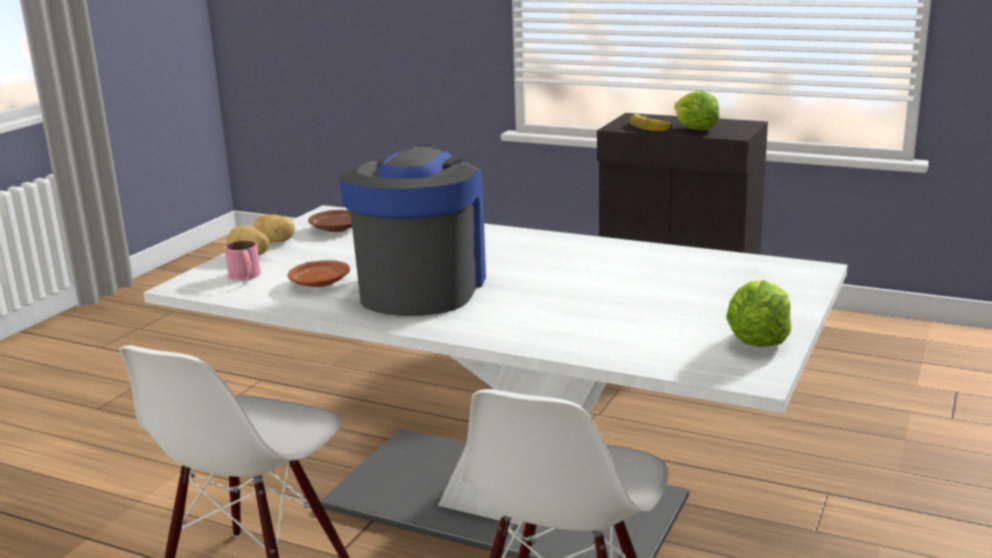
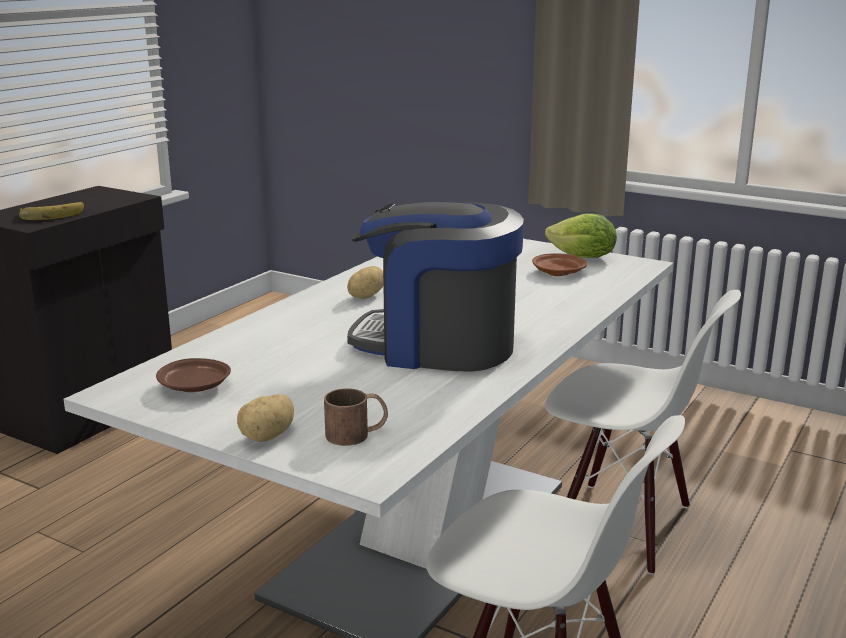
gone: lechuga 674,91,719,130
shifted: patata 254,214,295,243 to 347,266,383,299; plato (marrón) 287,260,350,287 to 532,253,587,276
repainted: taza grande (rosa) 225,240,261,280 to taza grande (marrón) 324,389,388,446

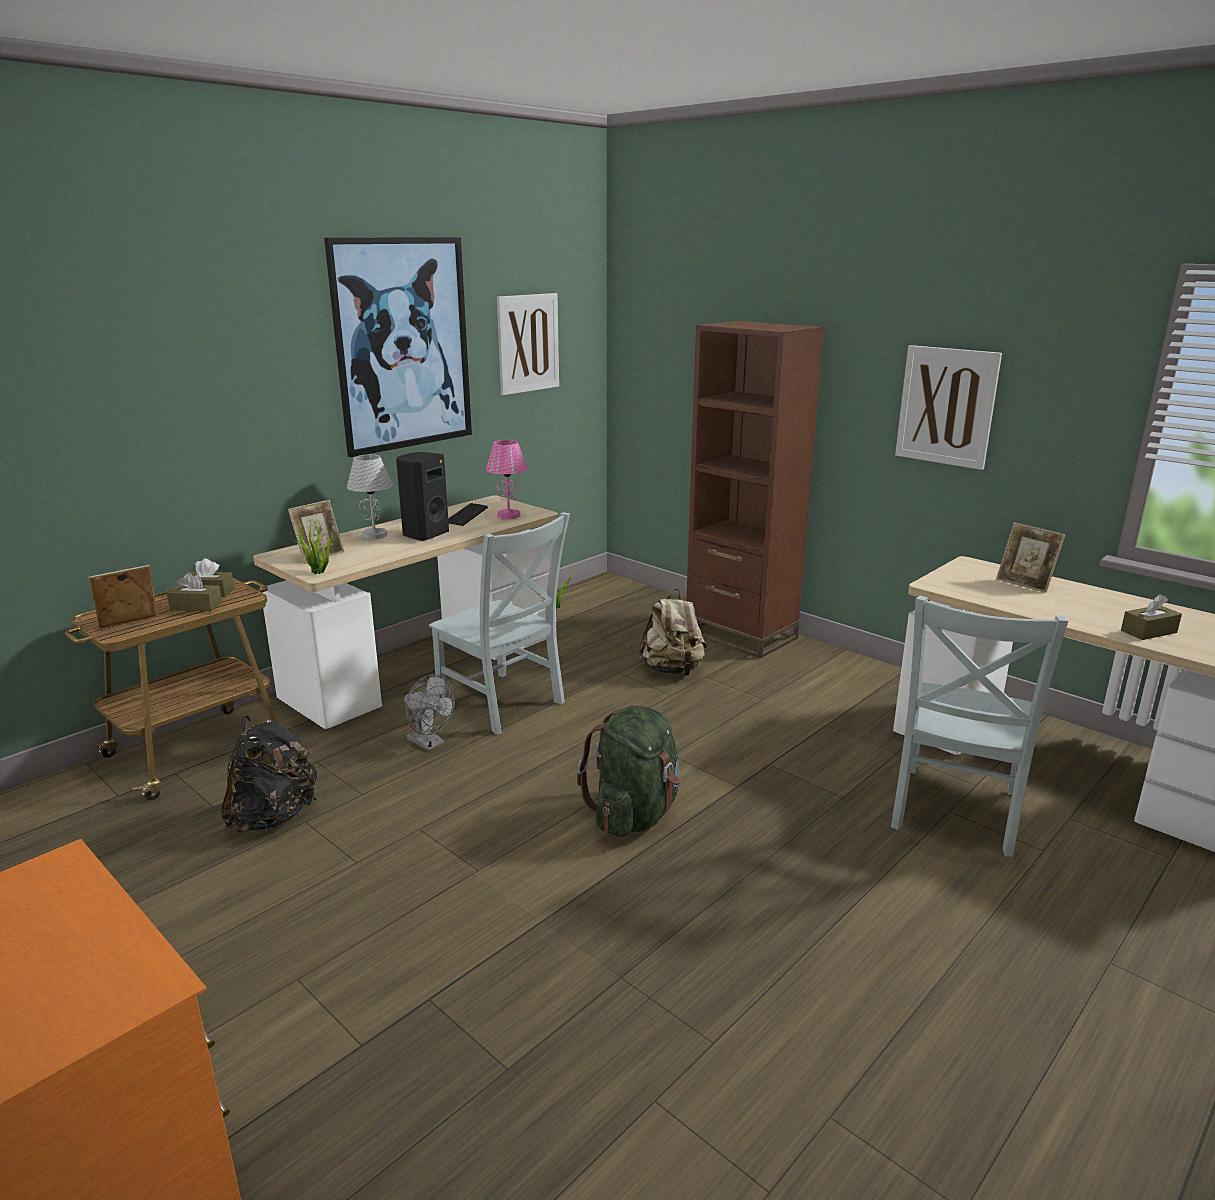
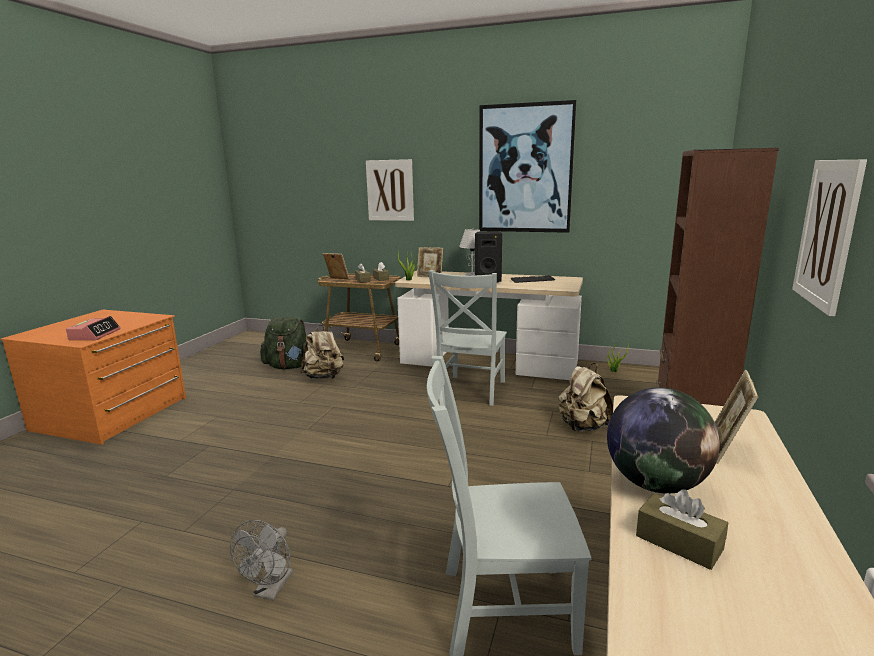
gone: lámpara de mesa (rosa) 486,440,528,519
new: despertador 66,316,121,340; globo terráqueo 607,387,720,494
shifted: cuadro 497,293,559,395 to 366,159,414,221; ventilador (gris) 404,674,455,751 to 230,520,293,600; mochila (verde) 577,705,681,837 to 260,317,307,369
repainted: mochila (negro) 221,715,317,833 to mochila (beis) 300,325,344,379

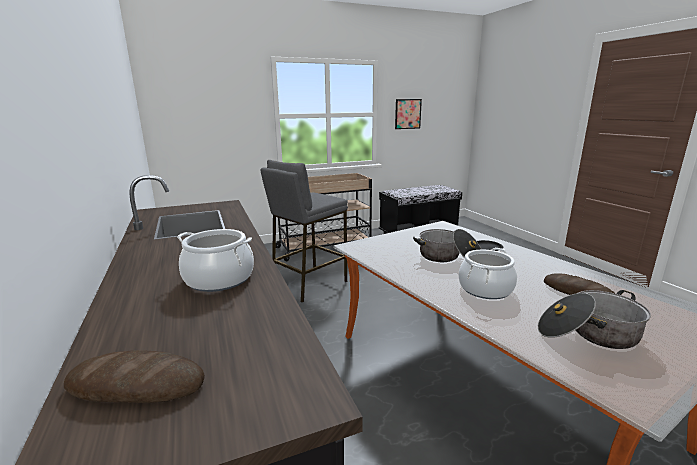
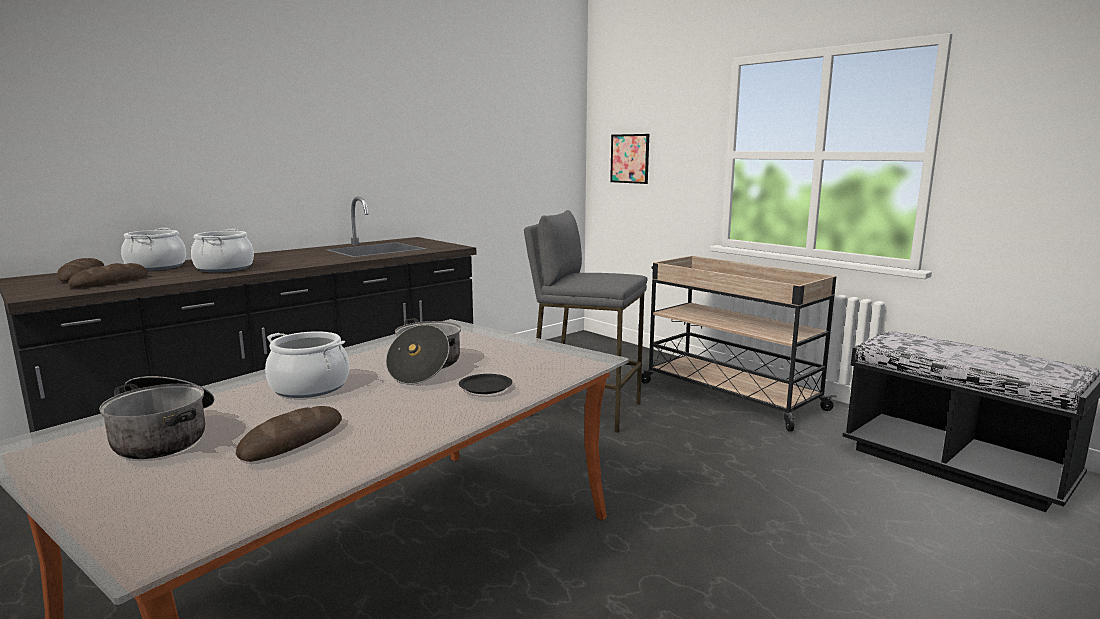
new: olla 121,228,186,271; pan 68,263,148,288
shifted: cuadro 395,99,422,129 to 610,134,649,184

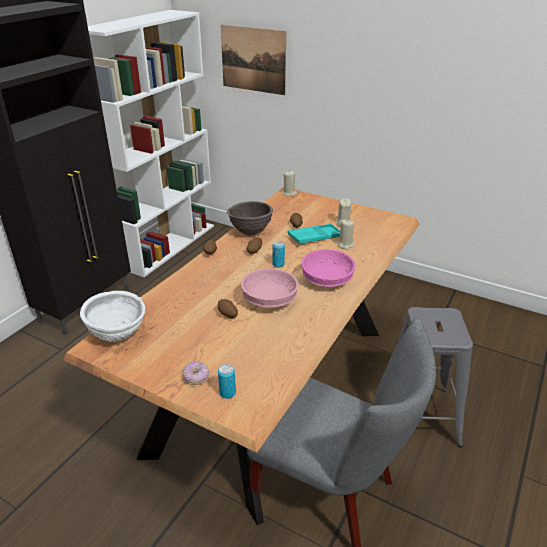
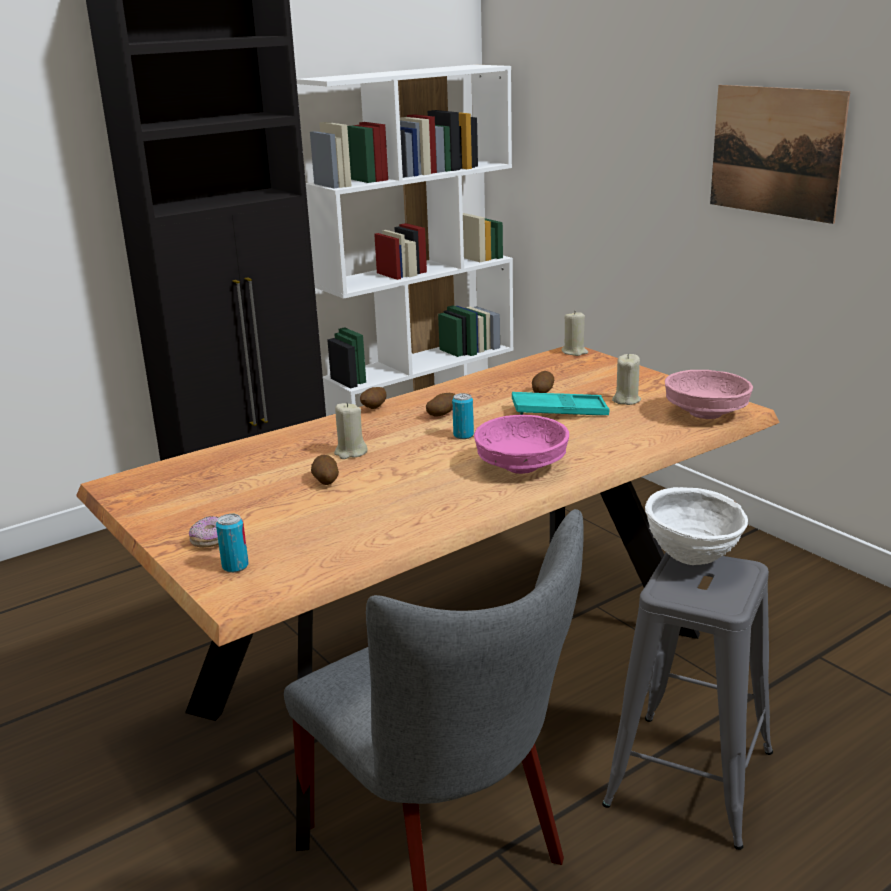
gone: cuenco (marrón) 227,201,273,235
shifted: cuadro 220,25,286,95 to 710,85,850,224; vela (beis) 337,219,354,250 to 334,402,368,459; cuenco (rosa) 241,268,299,308 to 665,370,753,419; cuenco (blanco) 80,291,145,342 to 645,487,748,565

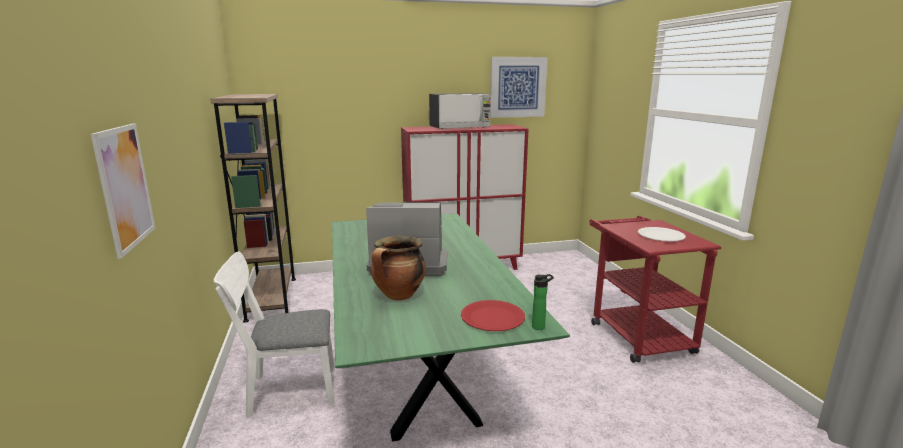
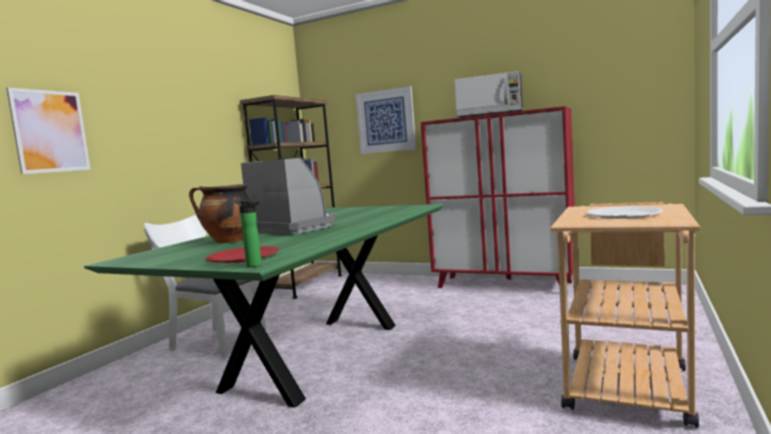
shifted: cuadro 490,57,548,118 to 356,86,416,154
repainted: carrito (rojo) 589,216,721,363 to carrito (beis) 550,202,700,428

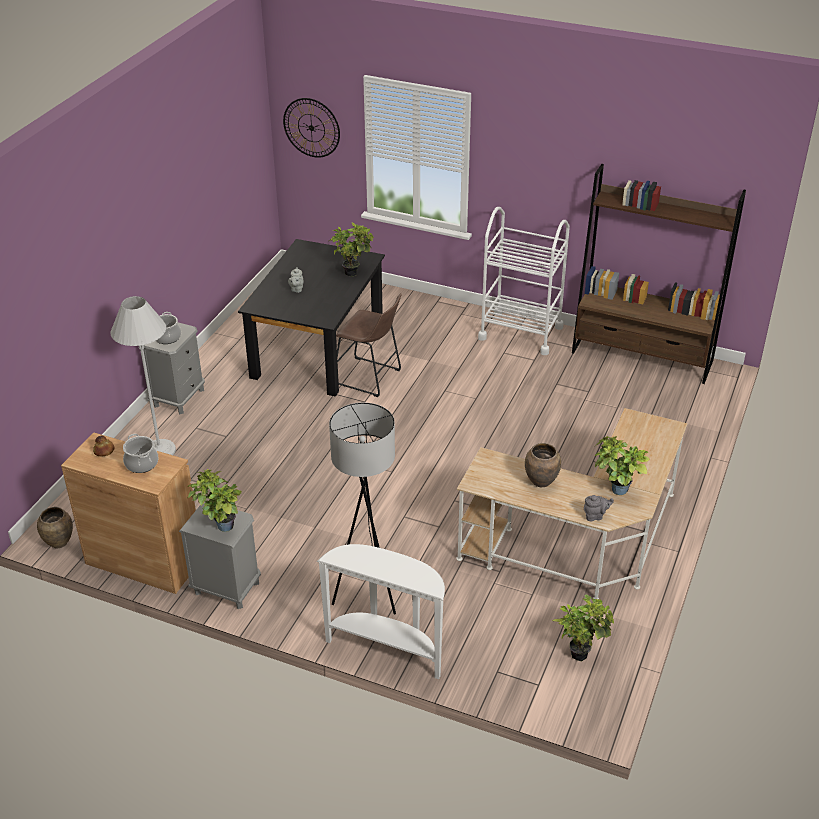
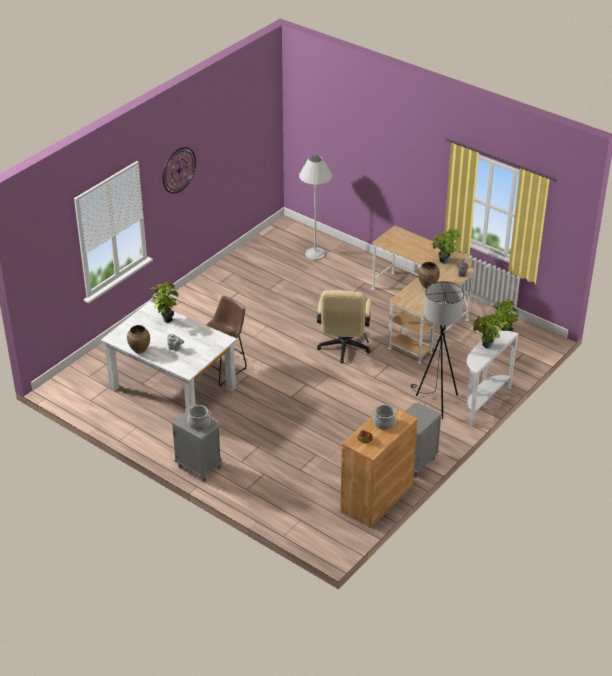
gone: estantería (marrón) 572,164,746,384; carrito (blanco) 478,207,570,355
new: silla de oficina (beis) 317,290,371,363
shifted: reloj de pared 283,98,340,158 to 163,147,196,194; lámpara de pie (blanco) 110,296,176,455 to 299,155,332,260; planta en maceta 188,469,242,532 to 472,312,508,349; florero (marrón) 37,507,73,548 to 127,325,150,354
repainted: mesa de comedor (negro) 238,239,385,397 to mesa de comedor (blanco) 101,301,237,410

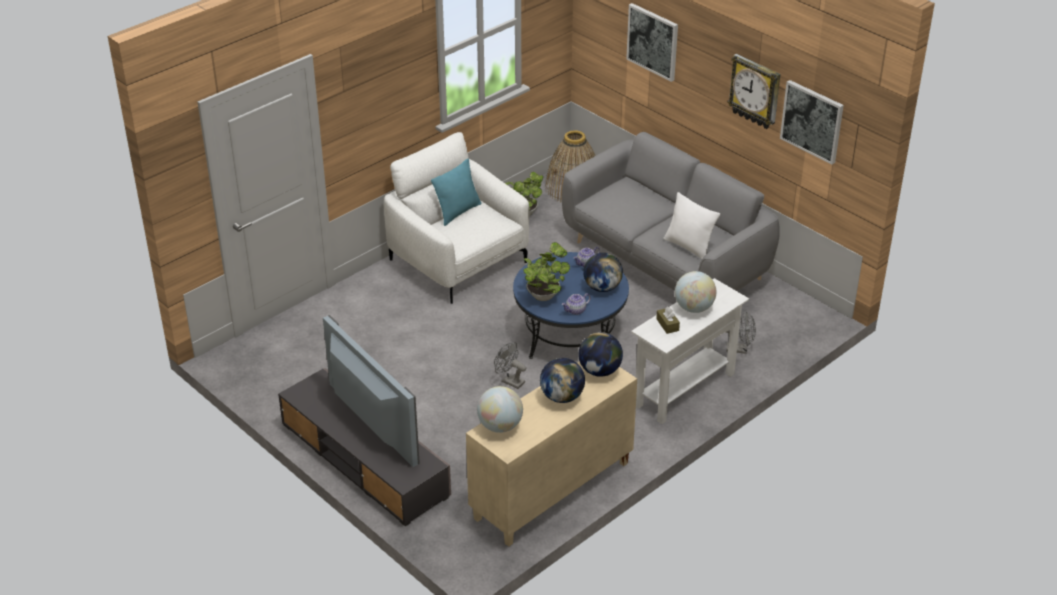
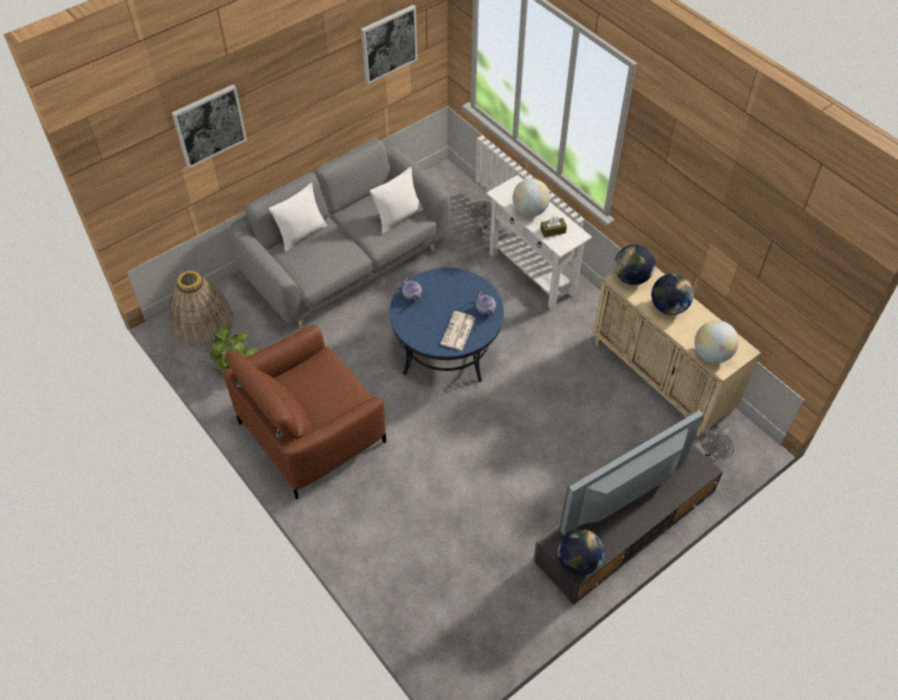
gone: reloj de pared 727,54,781,129; cojín (turquesa) 431,159,482,226
new: cojín (blanco) 269,183,327,251
shifted: globo terráqueo 583,253,623,292 to 558,529,604,575; ventilador (gris) 494,342,526,389 to 699,428,734,463
swapped: planta en maceta 523,242,570,301 to periódico 440,311,475,350
repainted: sillón (blanco) 384,132,529,304 to sillón (marrón) 224,325,386,499

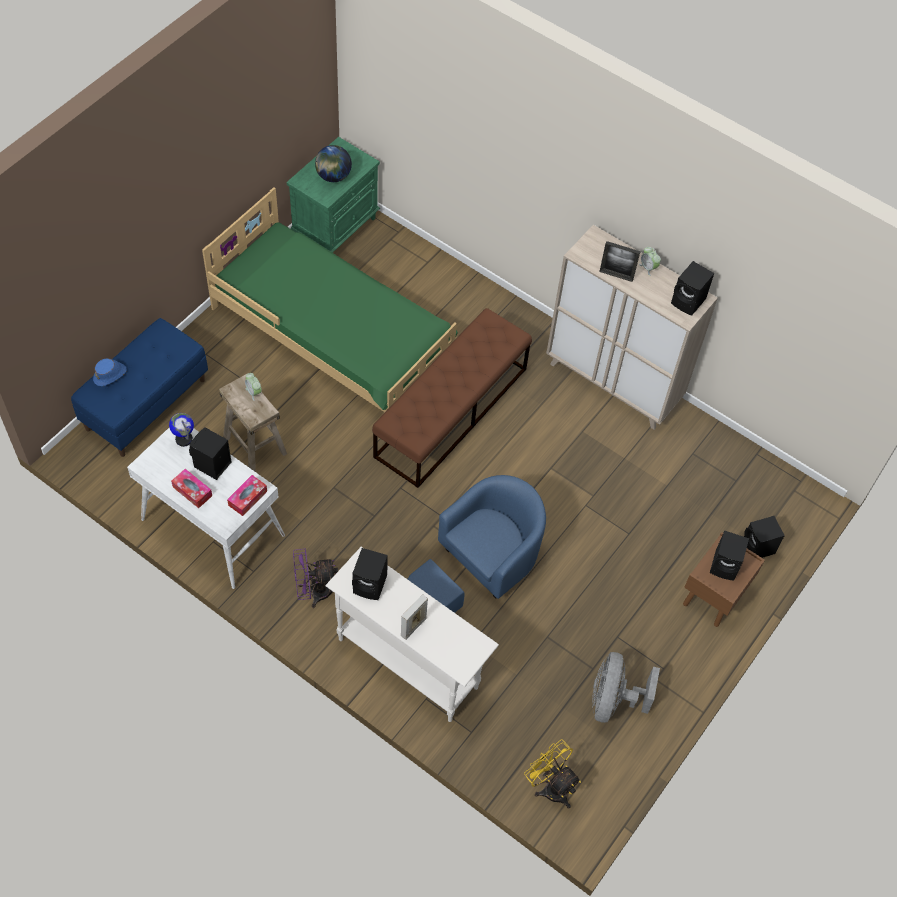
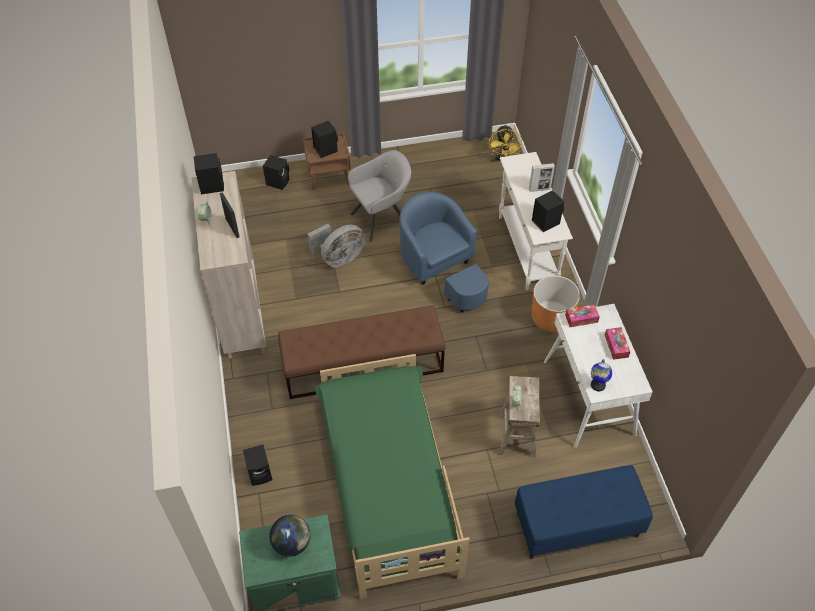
gone: sombrero (azul) 93,358,127,386
new: sillón (gris) 348,150,411,242
shifted: altavoz (negro) 189,427,232,480 to 243,444,272,486; ventilador (gris) 592,652,660,723 to 308,224,366,267
swapped: ventilador (morado) 293,548,338,608 to maceta (naranja) 532,275,580,332
rotated: sillón (azul) 408,475,546,613 = 399,192,489,312 60 degrees clockwise

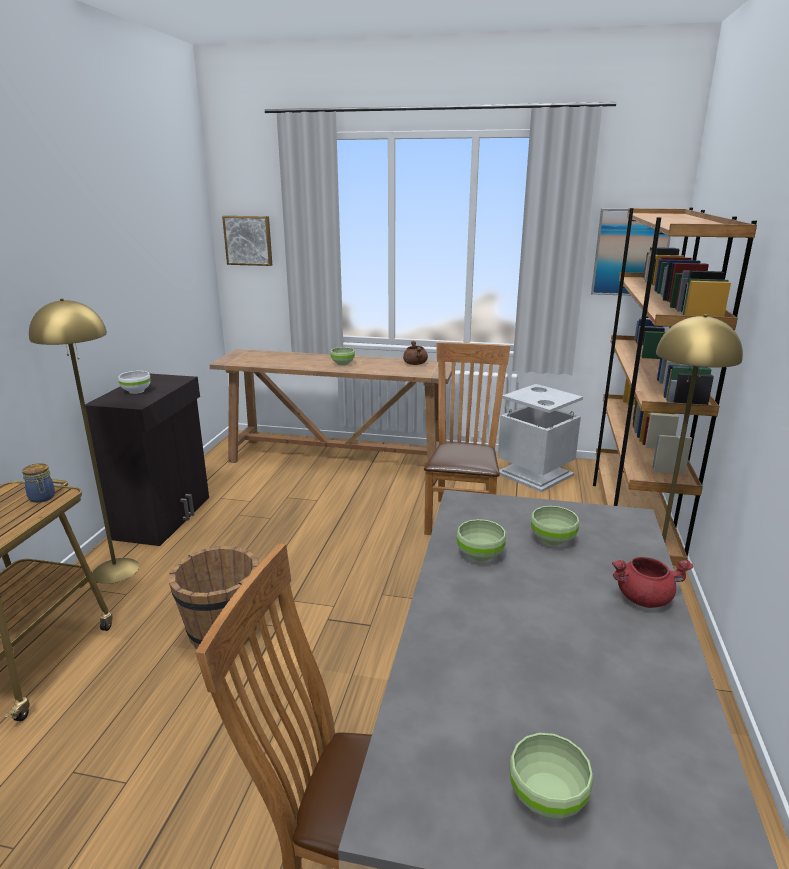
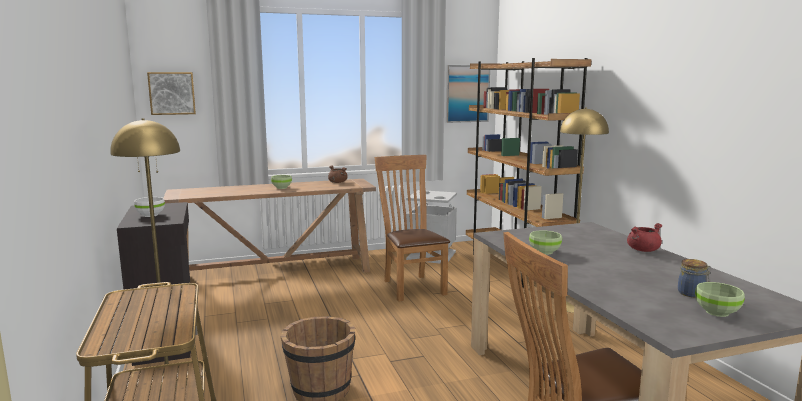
gone: cuenco (verde) 531,506,579,546
shifted: tarro 22,463,55,503 to 678,259,711,298

